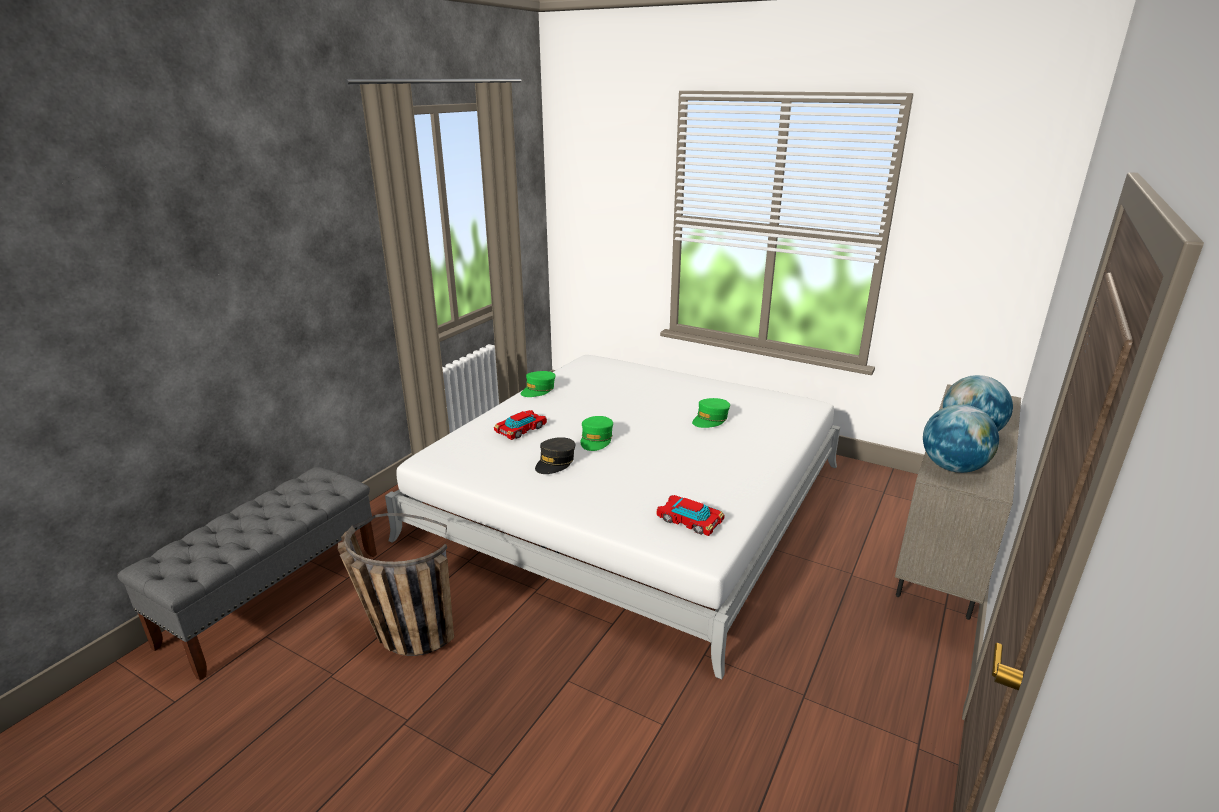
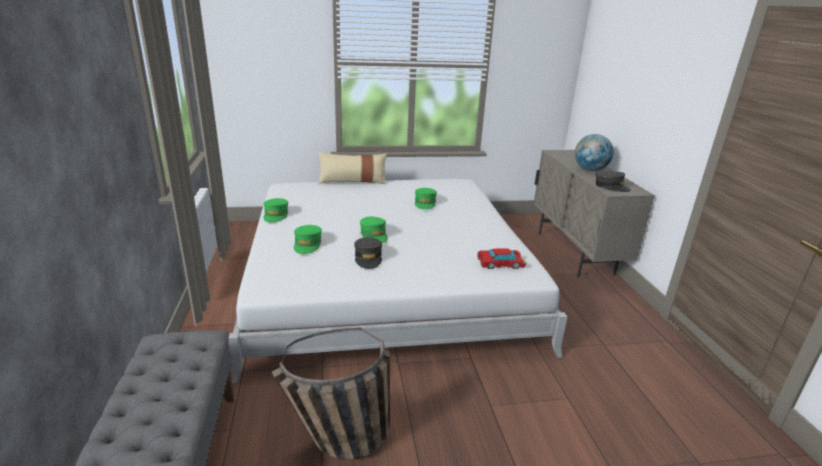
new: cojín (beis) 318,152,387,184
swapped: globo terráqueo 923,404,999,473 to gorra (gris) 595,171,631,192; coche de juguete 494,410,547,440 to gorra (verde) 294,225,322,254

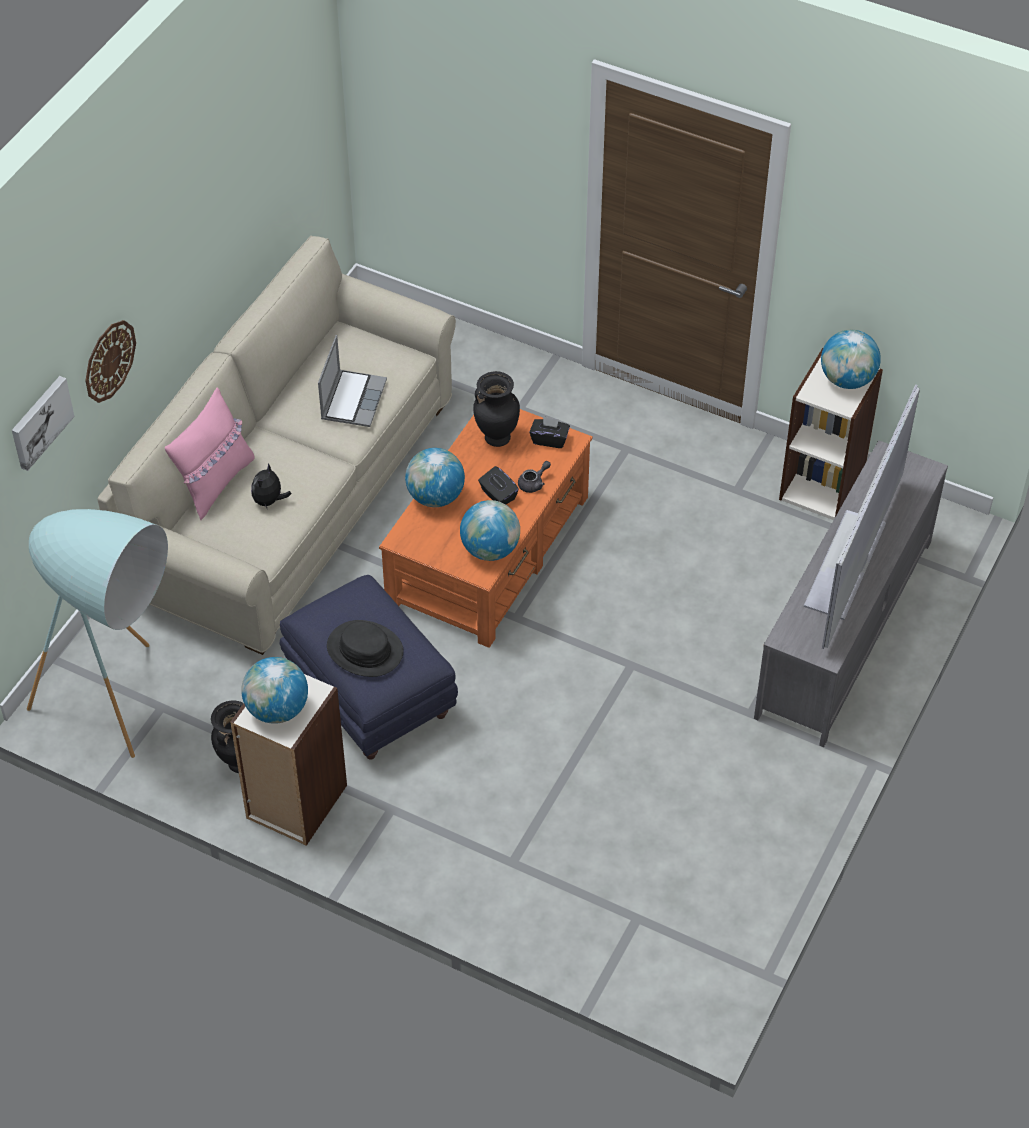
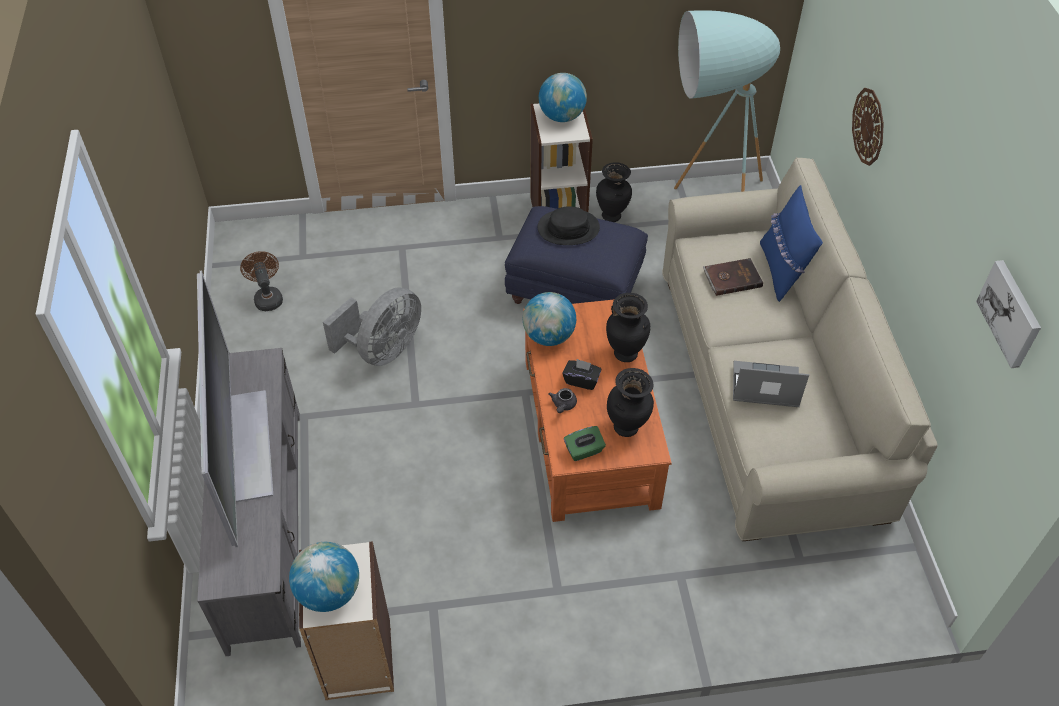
new: ventilador (marrón) 240,251,283,311; ventilador (gris) 323,287,421,366
shifted: cuadro 12,376,75,471 to 976,260,1041,368
swapped: globo terráqueo 405,448,465,507 to florero (negro) 606,293,650,362; peluche 251,463,291,508 to libro (marrón) 703,258,763,296
repainted: cojín (rosa) 165,388,255,520 to cojín (azul) 760,185,823,302; caja de pañuelos (negro) 529,416,570,448 to caja de pañuelos (verde) 564,426,606,461
rotated: portátil 318,335,387,427 = 733,361,809,407 120 degrees clockwise

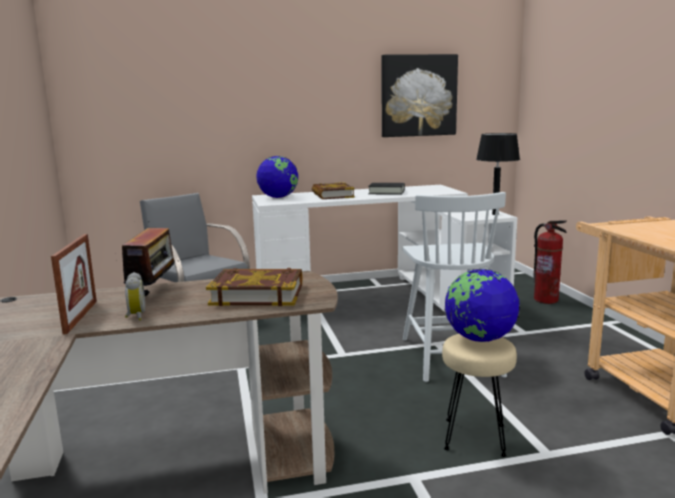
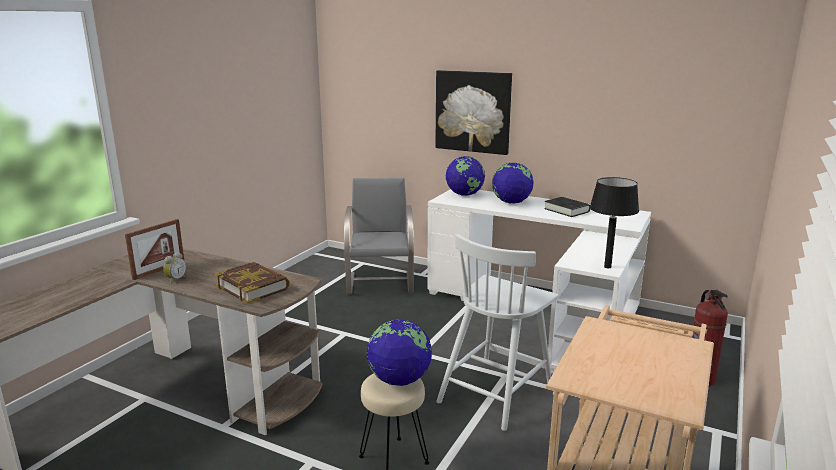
gone: radio 115,221,175,296
shifted: cuadro 381,54,458,137 to 435,70,512,155
swapped: libro 312,182,355,199 to globo terráqueo 492,163,534,204

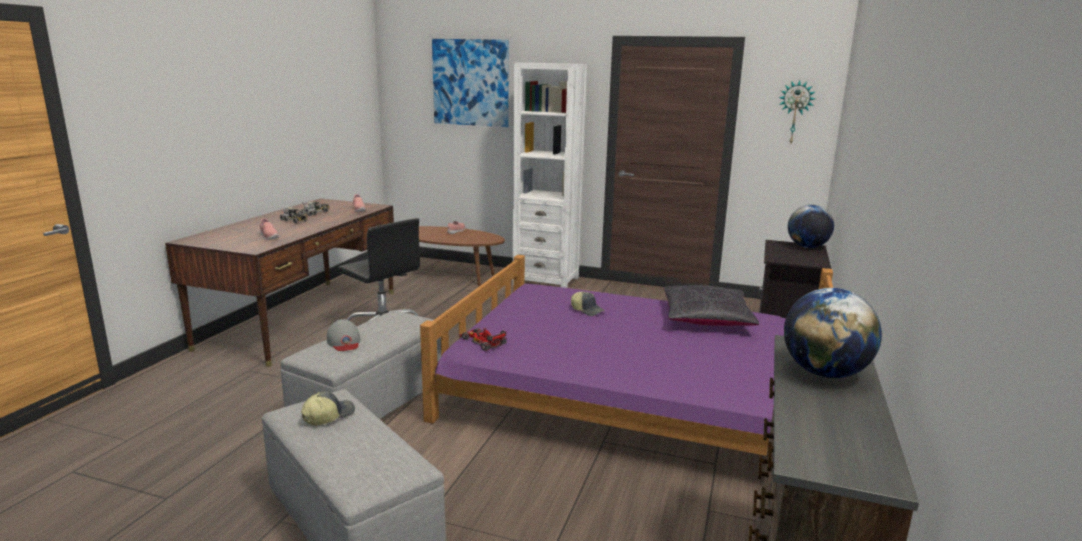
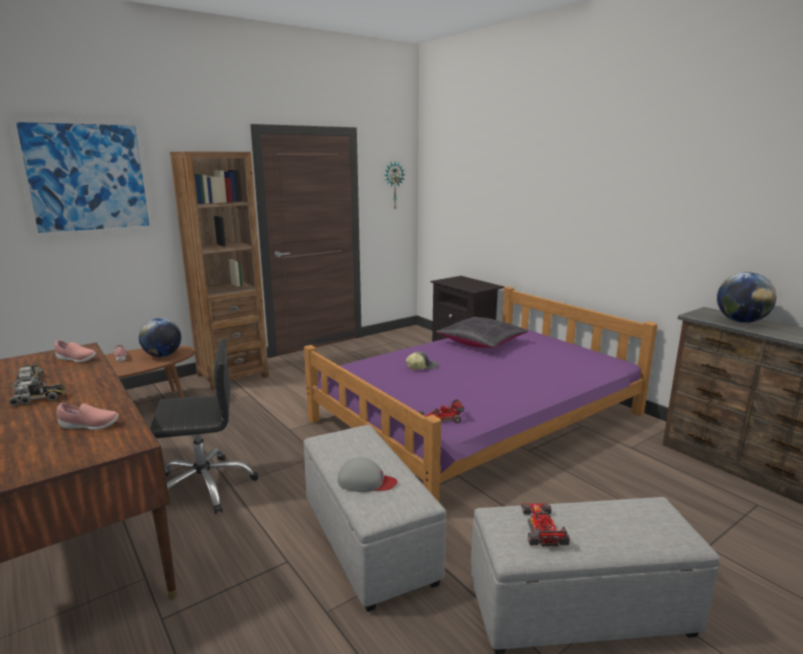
shifted: globo terráqueo 788,205,834,248 to 139,318,181,357
swapped: gorra 301,392,355,426 to coche de juguete 521,503,570,547
repainted: estantería (blanco) 512,63,587,288 to estantería (marrón) 170,151,269,391

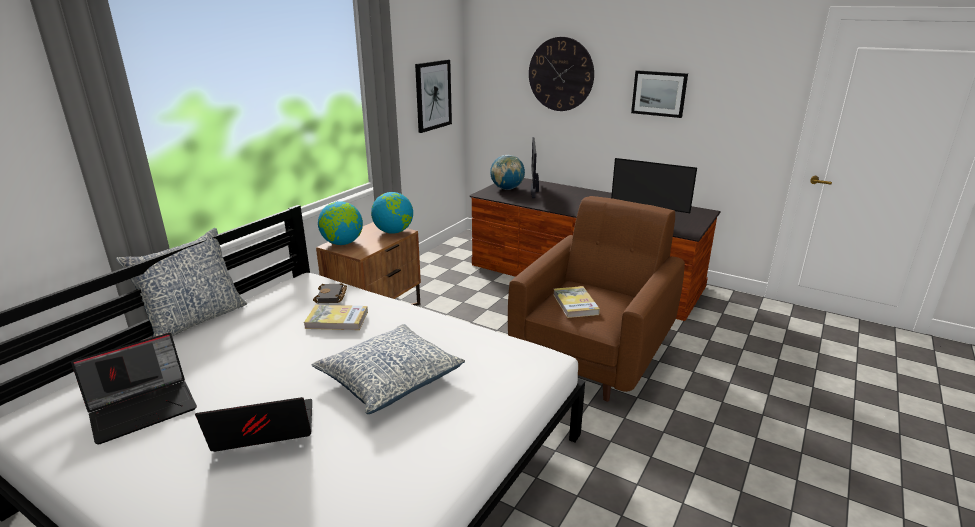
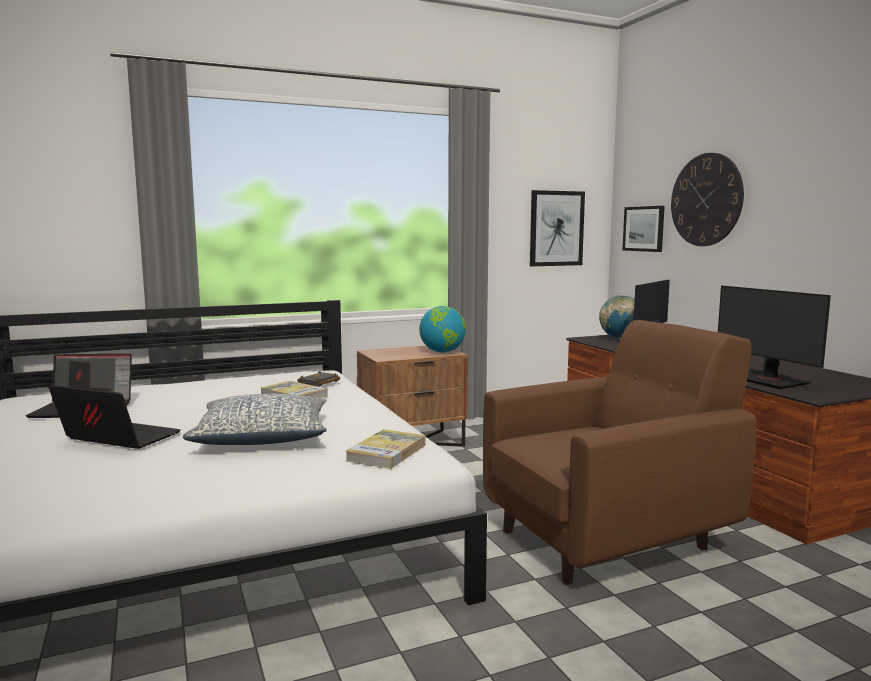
gone: globo terráqueo 318,201,363,245; cojín 116,228,247,338
shifted: cuadro 631,70,688,118 to 622,206,665,252; libro 553,286,600,318 to 346,429,426,469

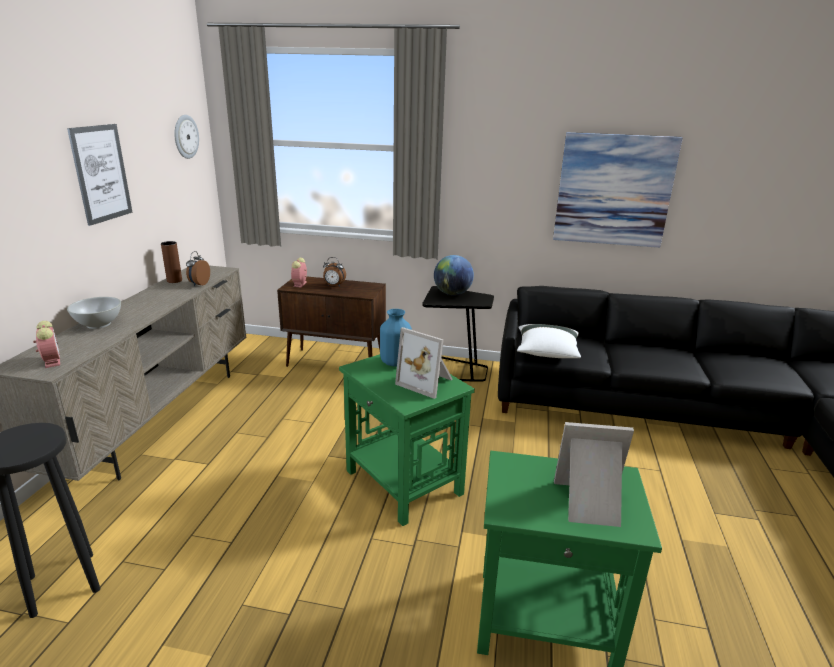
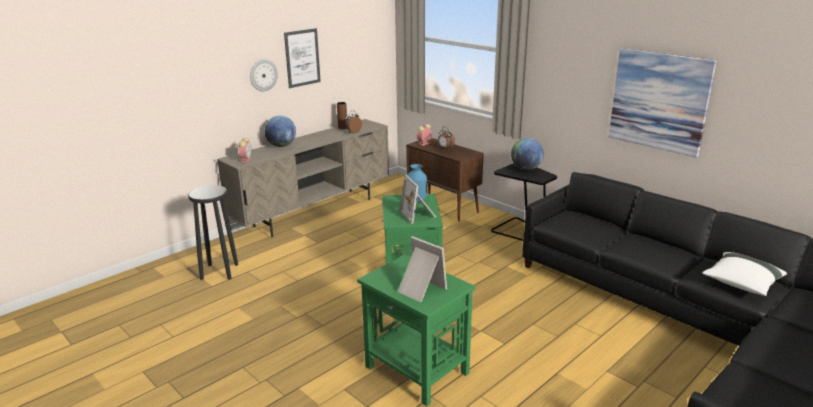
shifted: reloj de pared 174,115,199,159 to 250,59,278,92; cojín (blanco) 517,324,581,358 to 702,252,787,296
swapped: cuenco (blanco) 67,297,121,329 to globo terráqueo 264,116,296,147

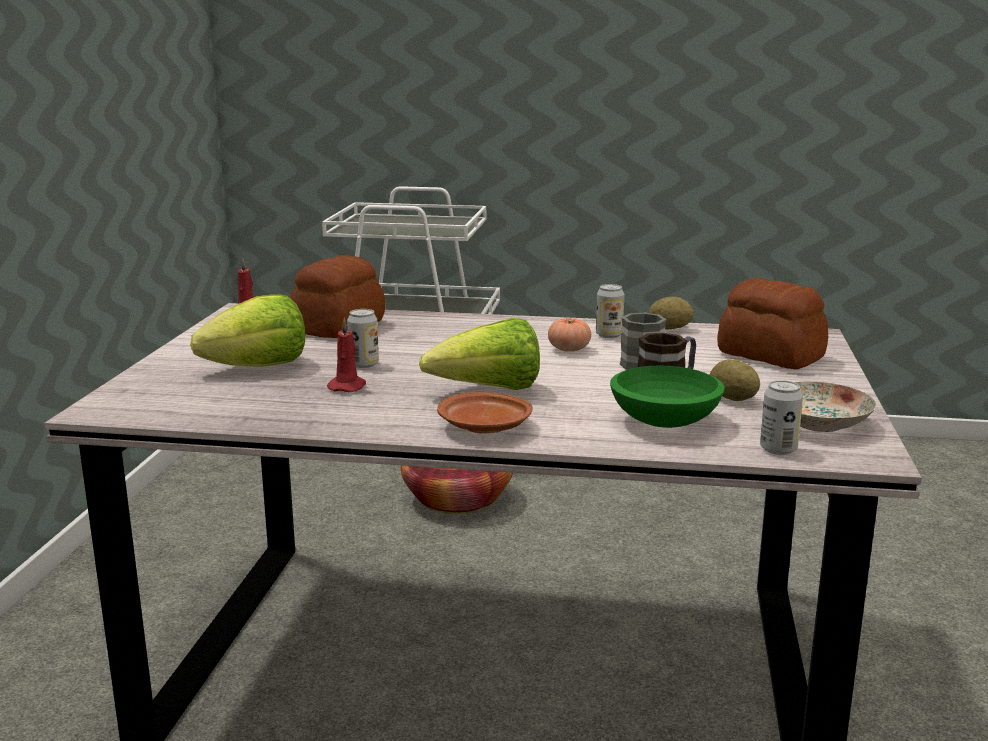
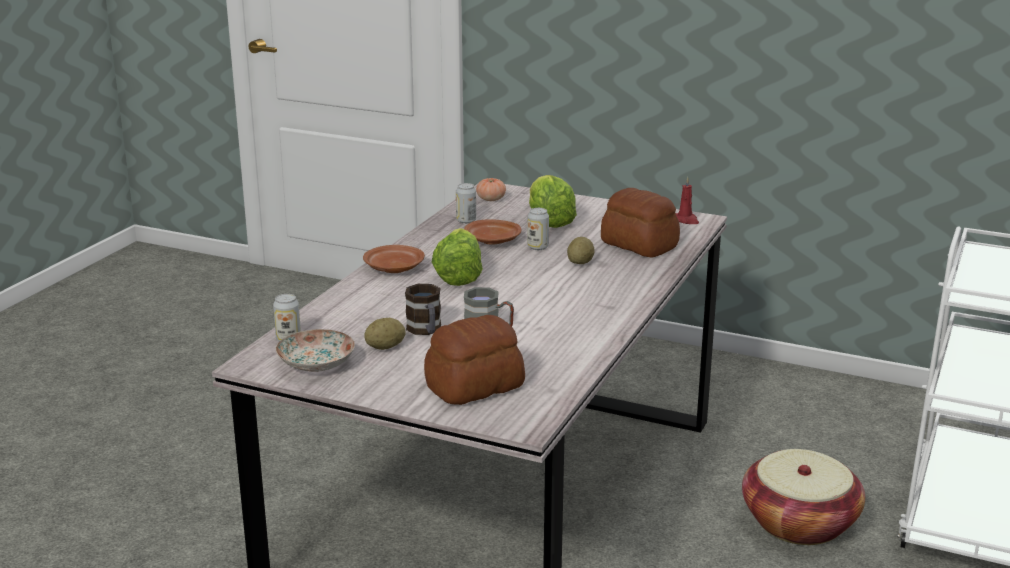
gone: cuenco (verde) 610,366,725,428
shifted: lata 596,284,624,338 to 456,183,476,224; patata 649,297,694,330 to 567,237,595,264; tomate 548,318,591,352 to 476,178,506,201
swapped: vela (rojo) 327,318,366,392 to plato (marrón) 464,219,521,245

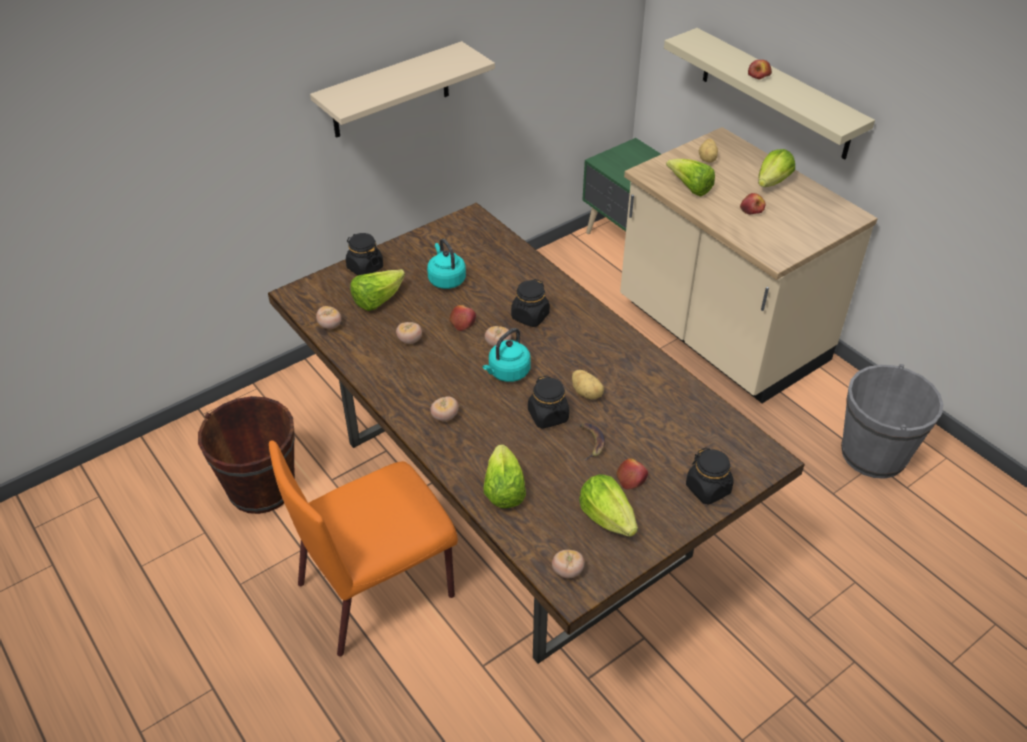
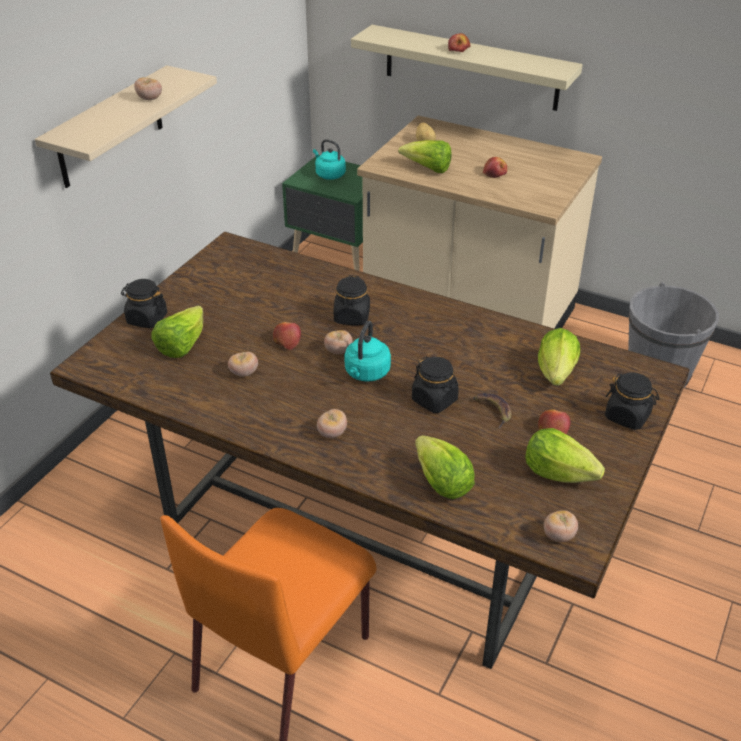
gone: patata 572,370,604,399; cubo (marrón) 198,396,295,514
shifted: lechuga 758,149,795,187 to 538,328,580,386; hervidor (turquesa) 427,239,466,289 to 313,139,346,180; tomate 316,306,341,329 to 134,77,162,100

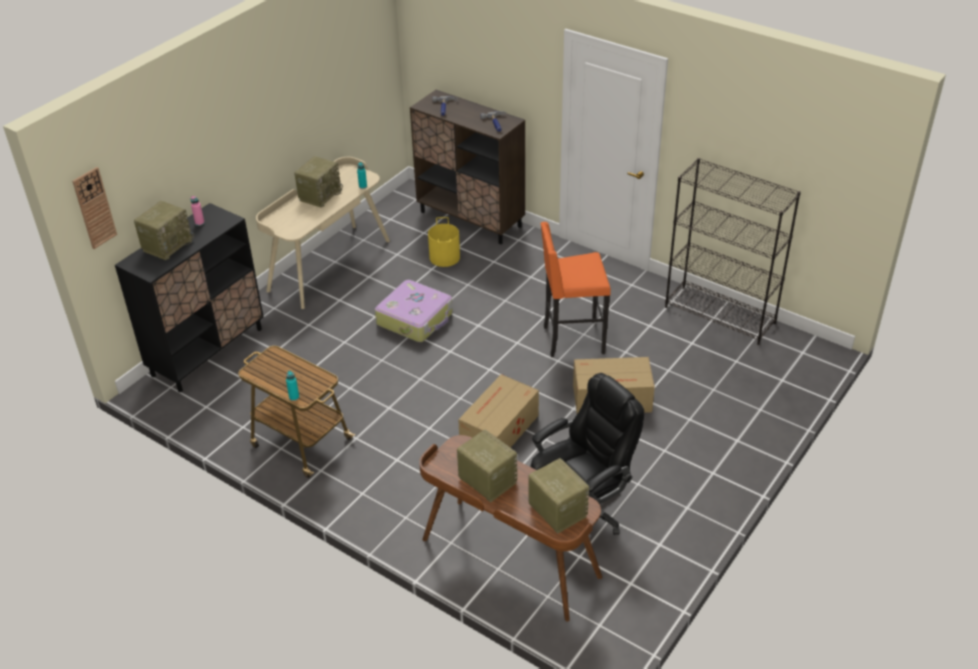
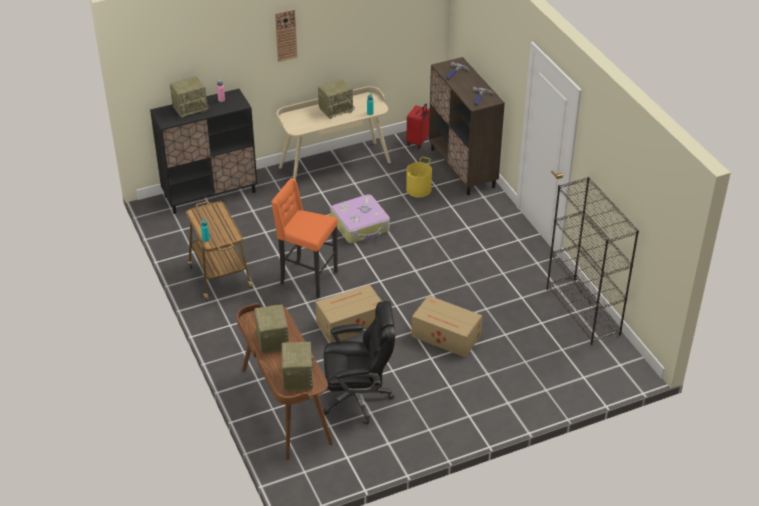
new: maleta (rojo) 406,103,430,149
shifted: reloj de pared 72,167,117,249 to 275,9,297,62; taburete (naranja) 540,222,611,357 to 271,178,338,298

